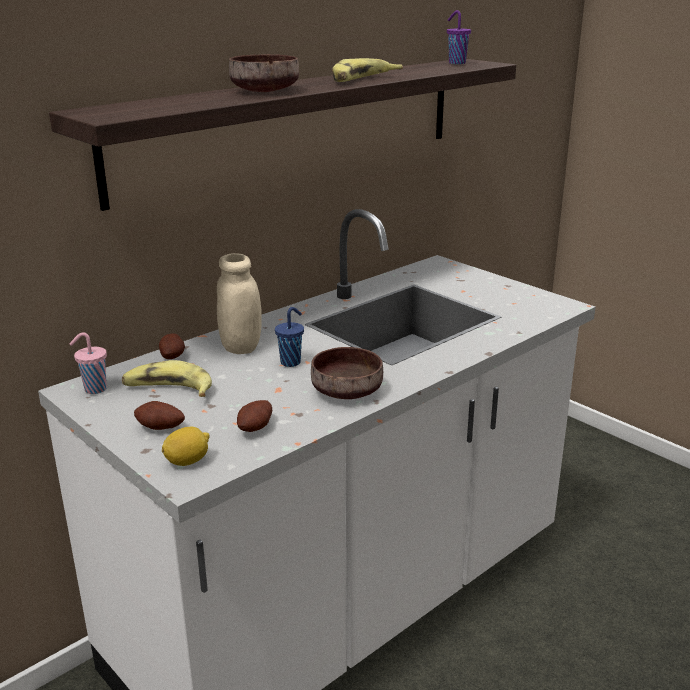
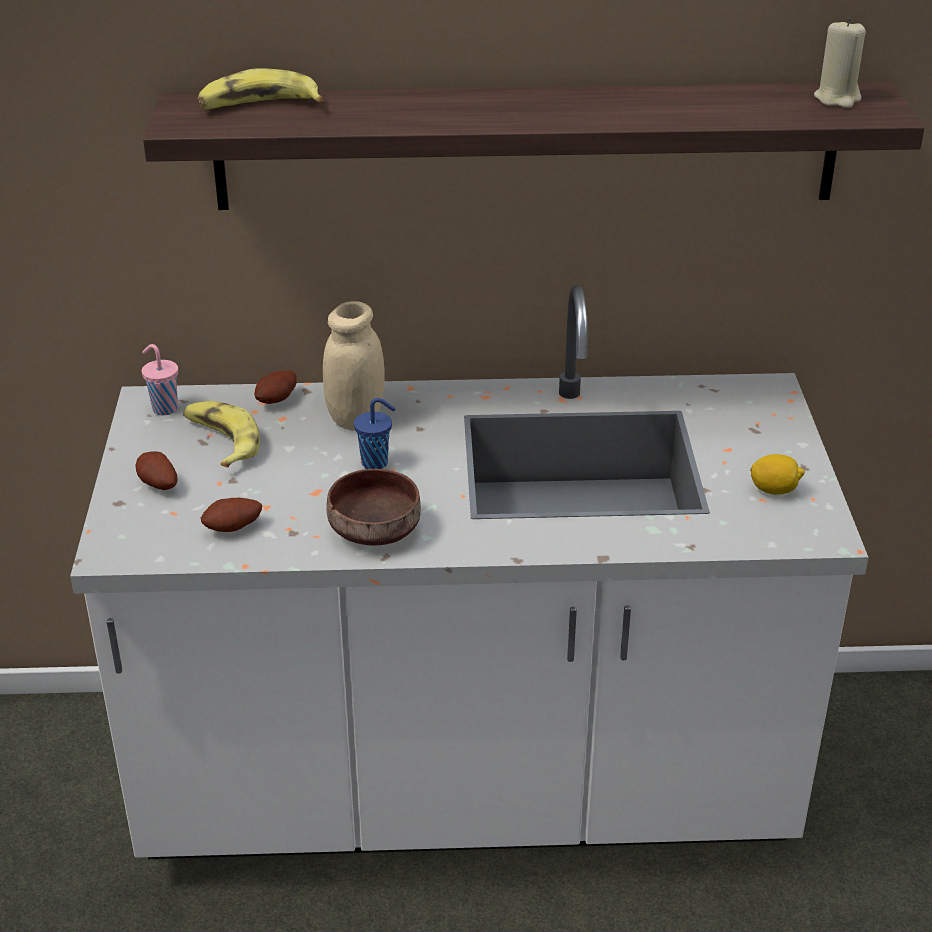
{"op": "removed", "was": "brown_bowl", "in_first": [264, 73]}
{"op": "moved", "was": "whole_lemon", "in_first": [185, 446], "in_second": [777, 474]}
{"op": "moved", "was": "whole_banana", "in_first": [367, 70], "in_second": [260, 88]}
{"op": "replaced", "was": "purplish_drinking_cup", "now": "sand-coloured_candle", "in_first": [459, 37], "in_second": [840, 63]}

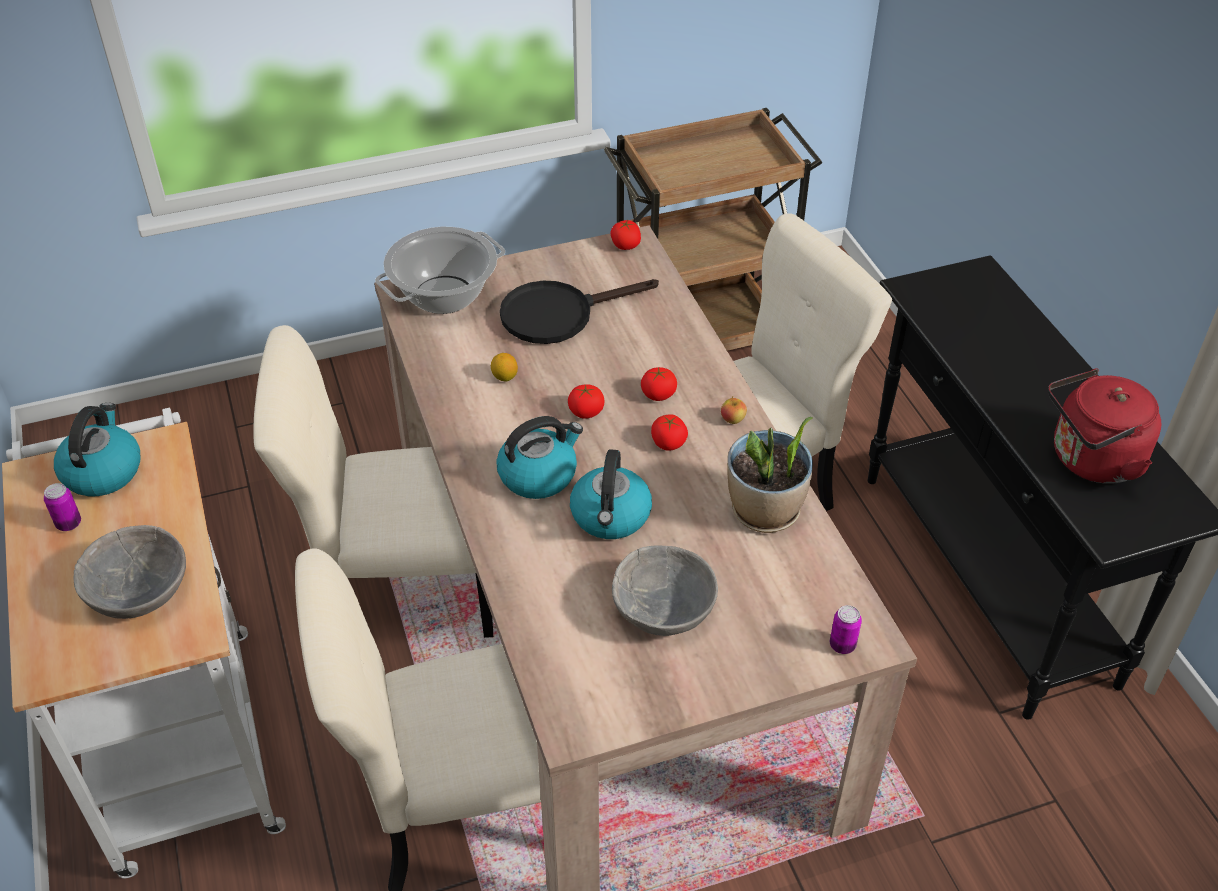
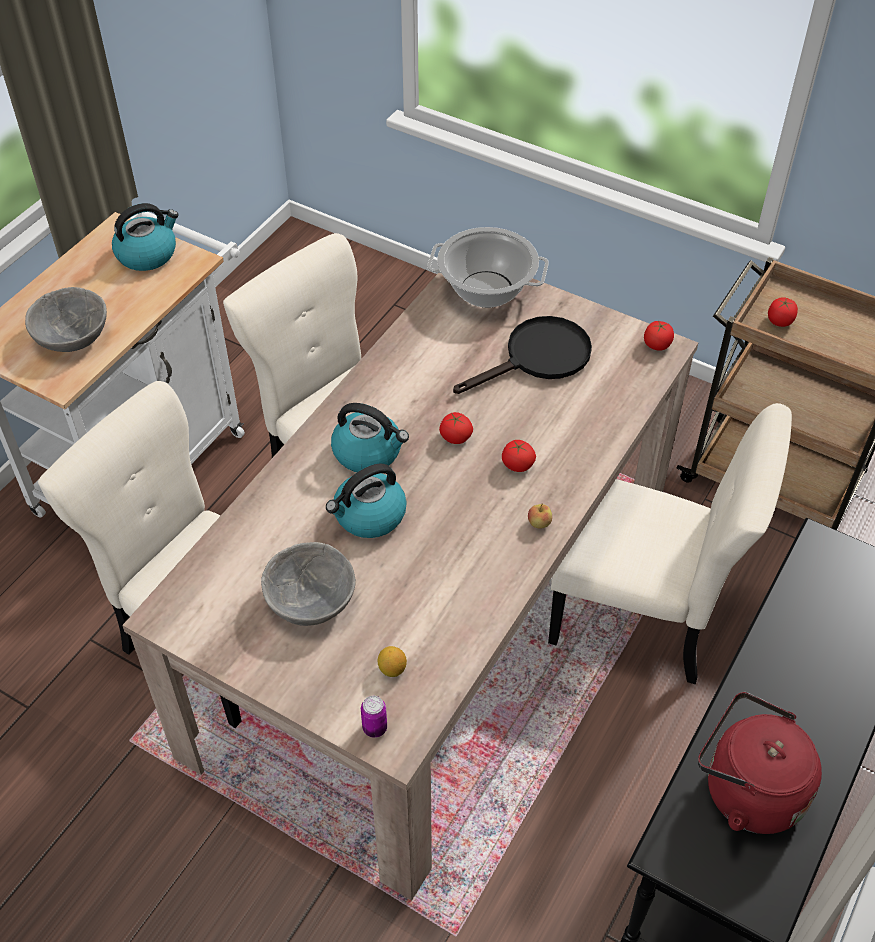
{"op": "removed", "was": "sealed_can", "in_first": [62, 507]}
{"op": "removed", "was": "plant_in_a_pot", "in_first": [770, 475]}
{"op": "moved", "was": "whole_lemon", "in_first": [504, 367], "in_second": [392, 661]}
{"op": "moved", "was": "whole_tomato", "in_first": [669, 432], "in_second": [783, 312]}
{"op": "turned", "was": "black_skillet", "in_first": [579, 311], "in_second": [522, 355], "clockwise": 120}

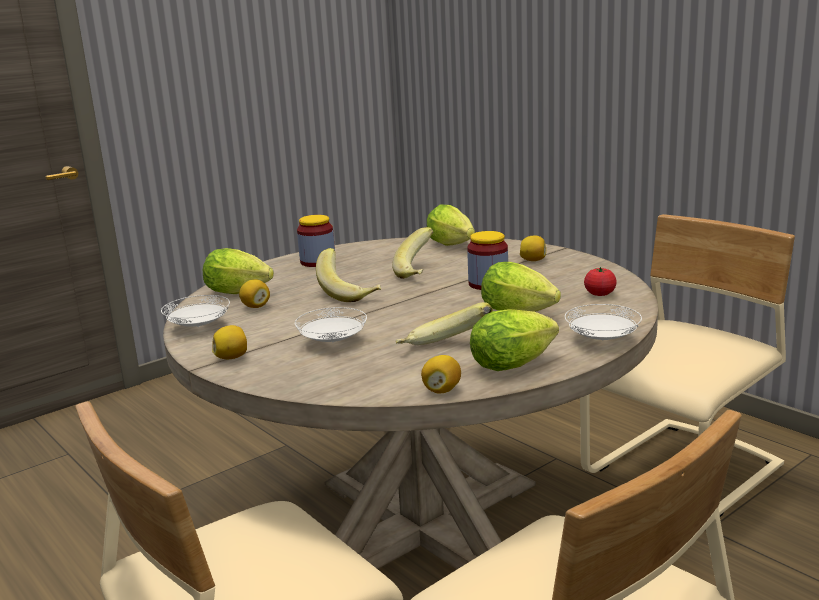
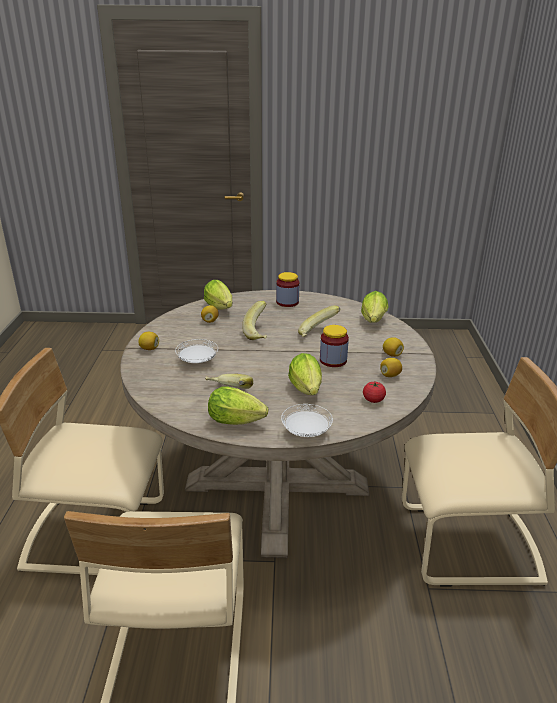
{"op": "removed", "was": "whitish_flat_dish", "in_first": [195, 311]}
{"op": "moved", "was": "whole_lemon", "in_first": [441, 374], "in_second": [391, 367]}

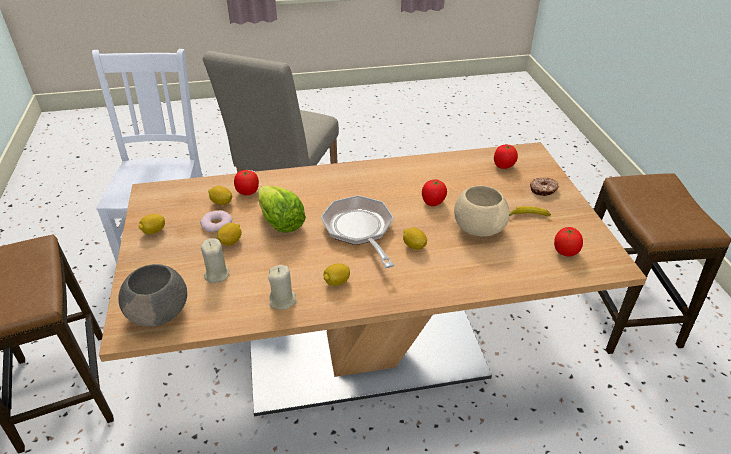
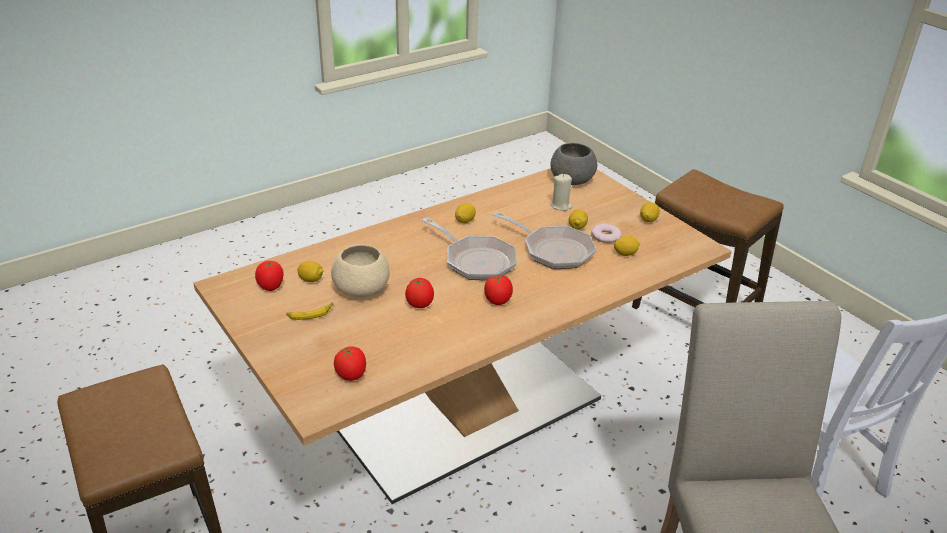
{"op": "removed", "was": "sand-coloured_candle", "in_first": [282, 287]}
{"op": "removed", "was": "donut", "in_first": [544, 186]}
{"op": "moved", "was": "whole_tomato", "in_first": [246, 182], "in_second": [498, 289]}
{"op": "moved", "was": "whole_lemon", "in_first": [415, 238], "in_second": [310, 271]}
{"op": "replaced", "was": "head_of_lettuce", "now": "skillet", "in_first": [282, 209], "in_second": [544, 240]}

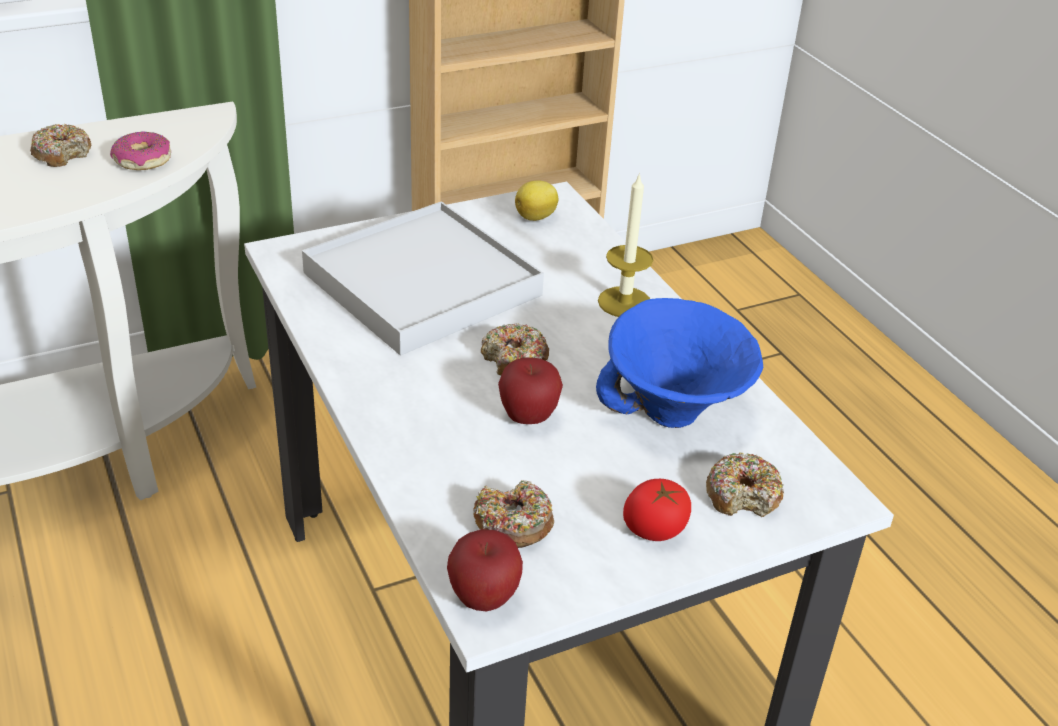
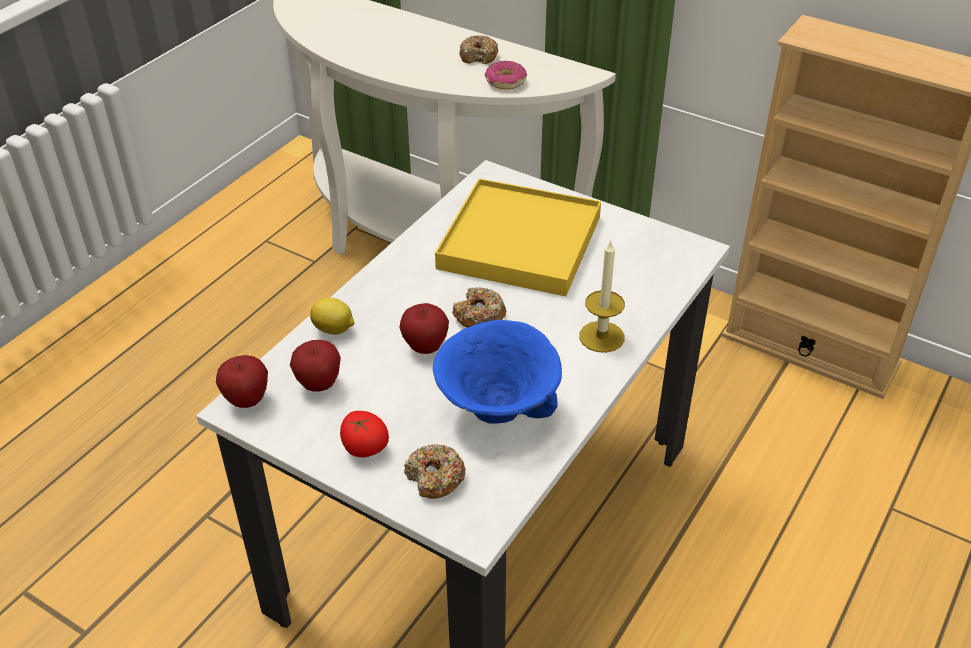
{"op": "moved", "was": "whole_lemon", "in_first": [537, 201], "in_second": [332, 315]}
{"op": "replaced", "was": "donut", "now": "apple_fruit", "in_first": [513, 514], "in_second": [315, 365]}
{"op": "recoloured", "was": "whitish_tray", "now": "yellow_tray", "in_first": [423, 278], "in_second": [518, 237]}

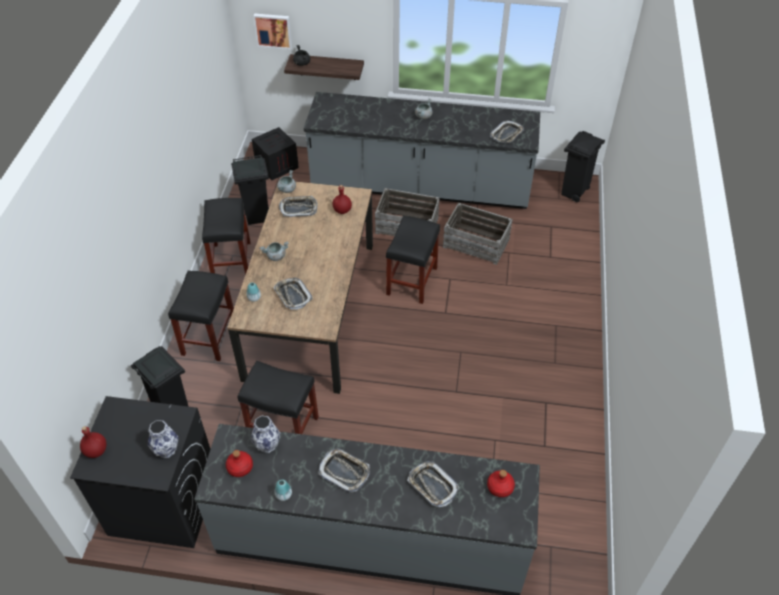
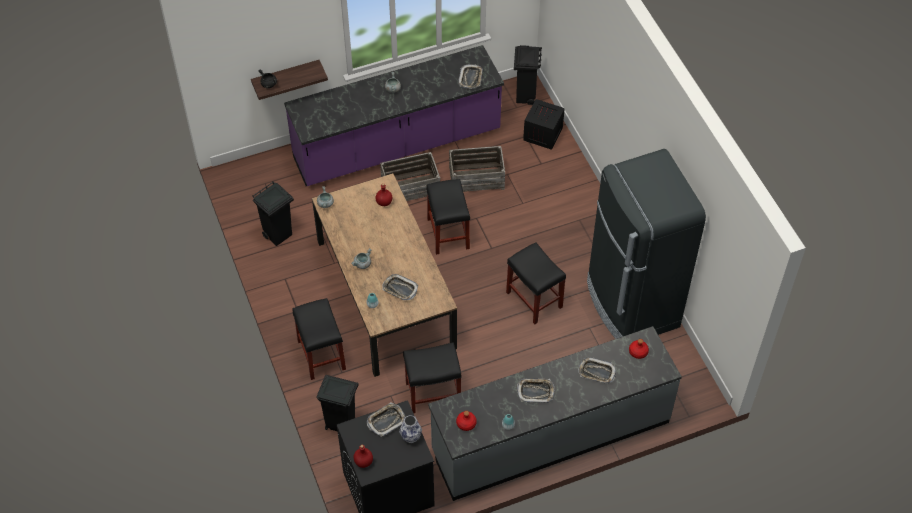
{"op": "removed", "was": "vase", "in_first": [266, 434]}
{"op": "removed", "was": "picture", "in_first": [272, 31]}
{"op": "added", "now": "black_refrigerator", "in_second": [646, 244]}
{"op": "moved", "was": "black_sitting_stool", "in_first": [226, 236], "in_second": [536, 283]}
{"op": "moved", "was": "crate", "in_first": [275, 153], "in_second": [544, 124]}
{"op": "moved", "was": "tray", "in_first": [298, 206], "in_second": [386, 419]}
{"op": "recoloured", "was": "gray_counter", "now": "purplish_counter", "in_first": [422, 150], "in_second": [394, 115]}

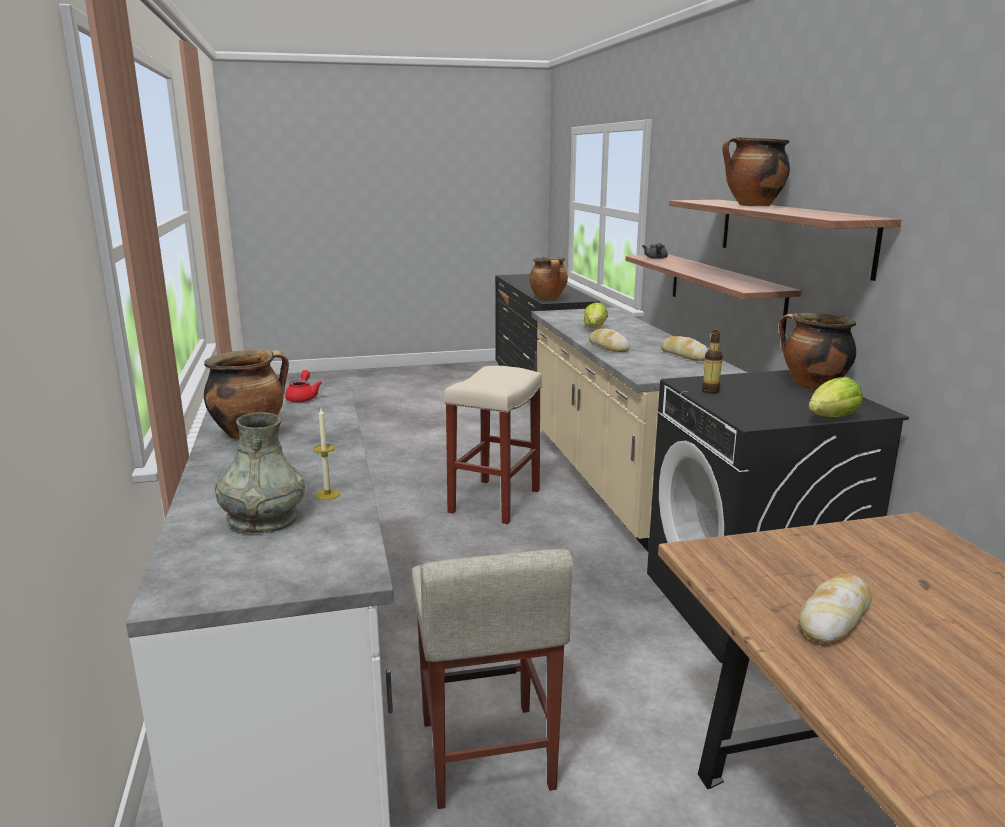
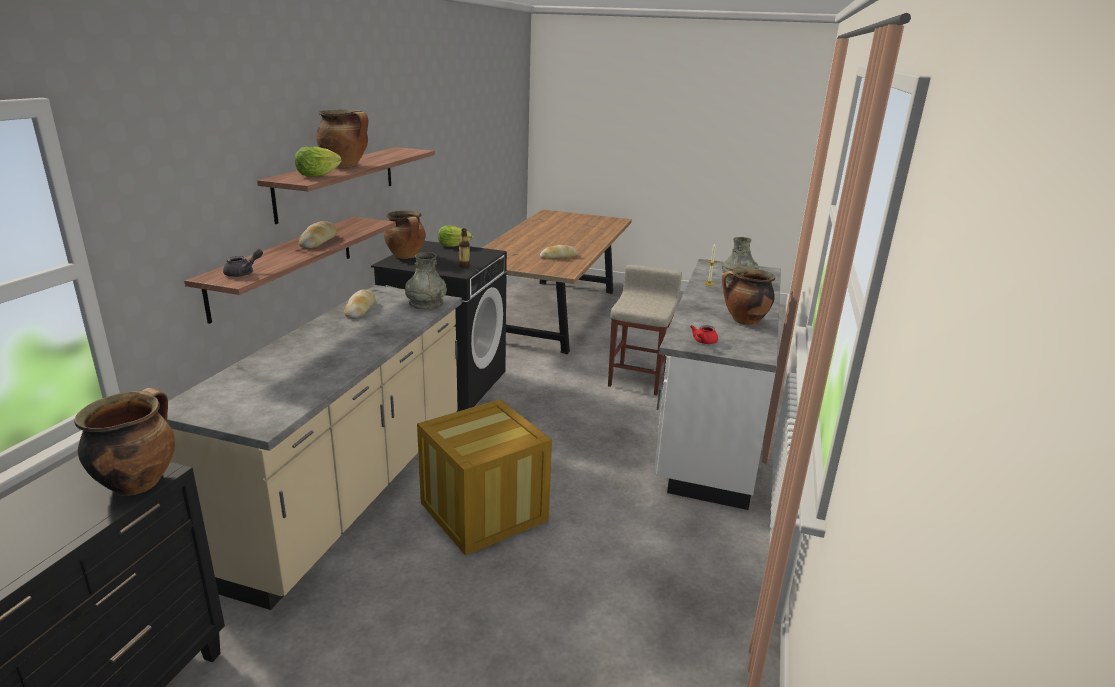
{"op": "added", "now": "gray_vase", "in_second": [426, 281]}
{"op": "moved", "was": "head_of_lettuce", "in_first": [596, 315], "in_second": [318, 162]}
{"op": "moved", "was": "baked_bread", "in_first": [609, 340], "in_second": [318, 235]}
{"op": "replaced", "was": "sand-coloured_sitting_stool", "now": "crate", "in_first": [493, 445], "in_second": [484, 477]}

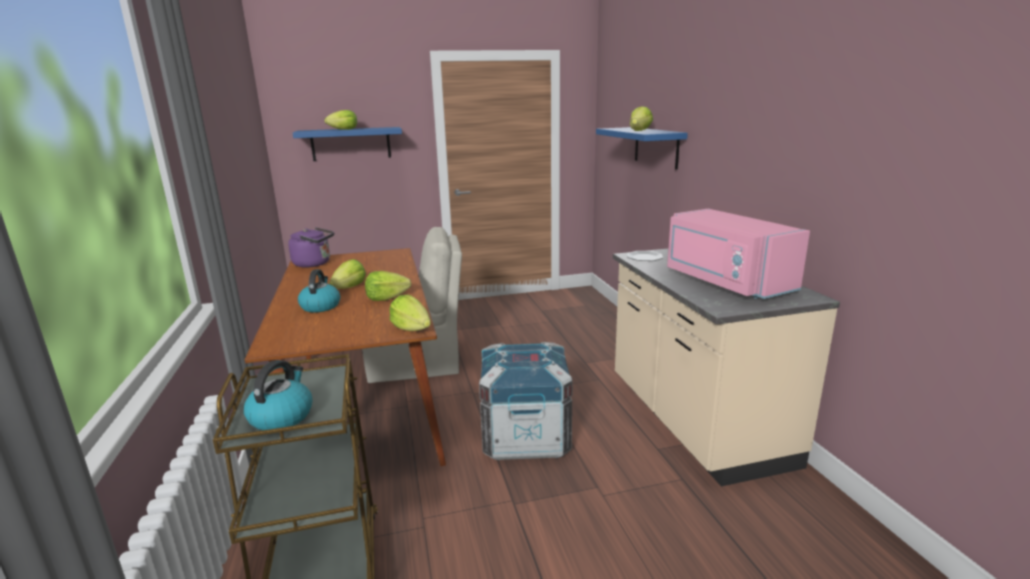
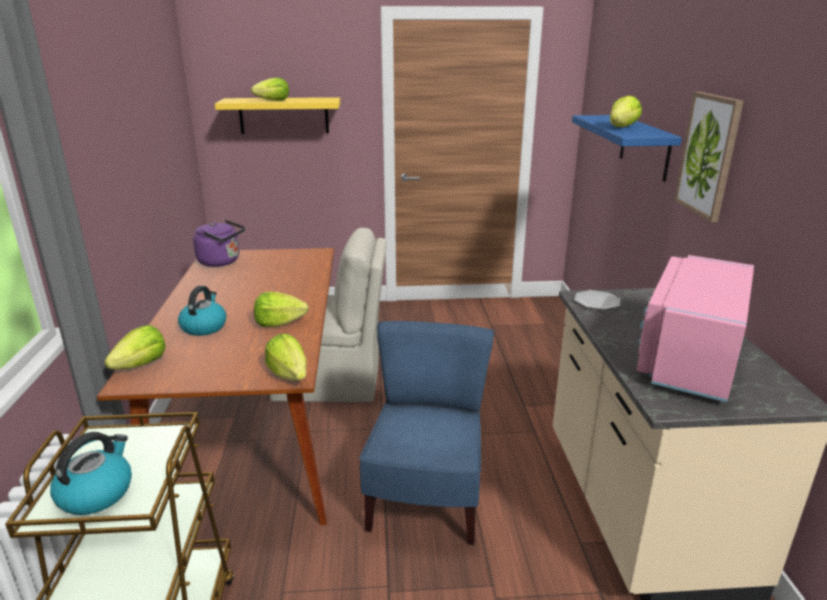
{"op": "added", "now": "picture", "in_second": [709, 157]}
{"op": "moved", "was": "head_of_lettuce", "in_first": [347, 274], "in_second": [135, 347]}
{"op": "replaced", "was": "crate", "now": "blue-coloured_plain_chair", "in_first": [526, 401], "in_second": [426, 433]}
{"op": "recoloured", "was": "blue-coloured_wall_shelf", "now": "yellow_wall_shelf", "in_first": [347, 144], "in_second": [277, 115]}
{"op": "turned", "was": "pink_microwave_oven", "in_first": [738, 254], "in_second": [695, 328], "clockwise": 45}

